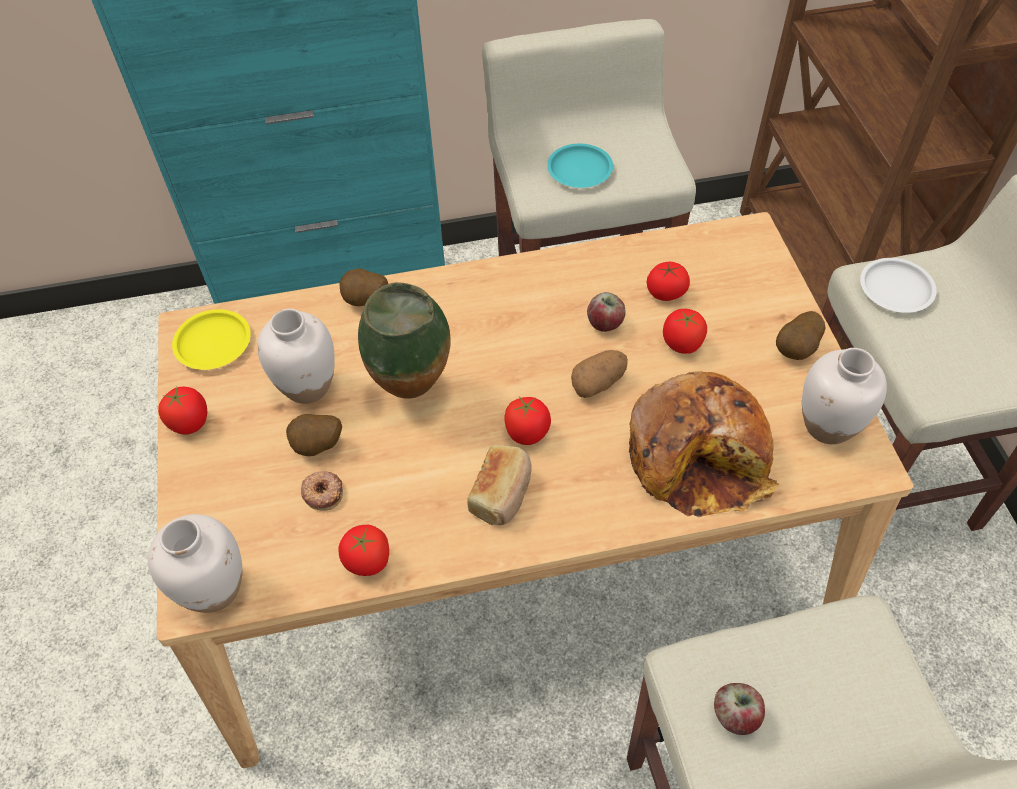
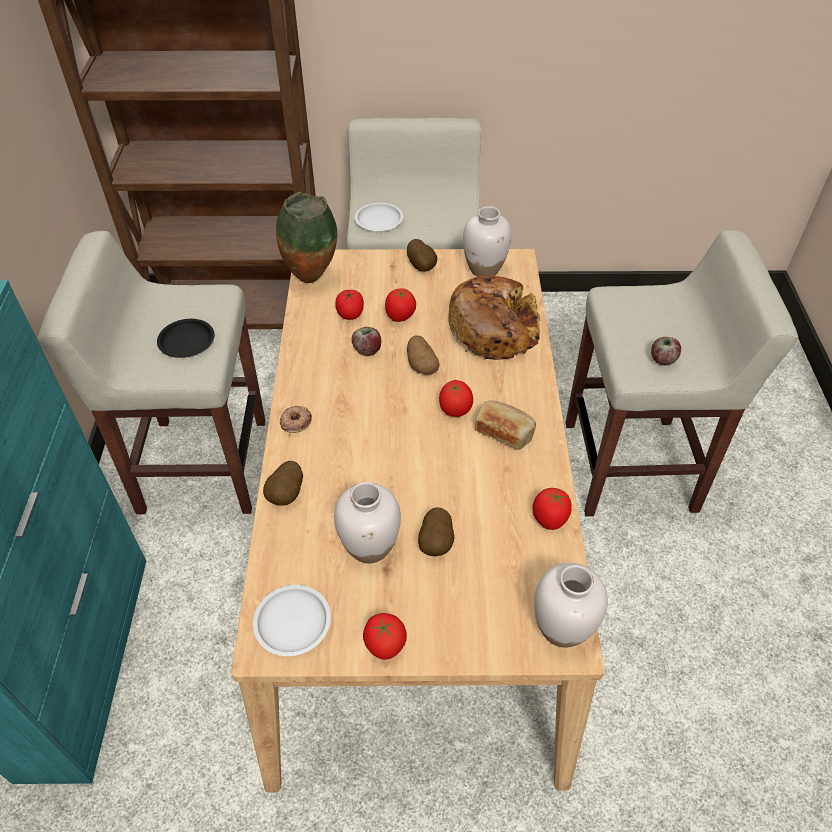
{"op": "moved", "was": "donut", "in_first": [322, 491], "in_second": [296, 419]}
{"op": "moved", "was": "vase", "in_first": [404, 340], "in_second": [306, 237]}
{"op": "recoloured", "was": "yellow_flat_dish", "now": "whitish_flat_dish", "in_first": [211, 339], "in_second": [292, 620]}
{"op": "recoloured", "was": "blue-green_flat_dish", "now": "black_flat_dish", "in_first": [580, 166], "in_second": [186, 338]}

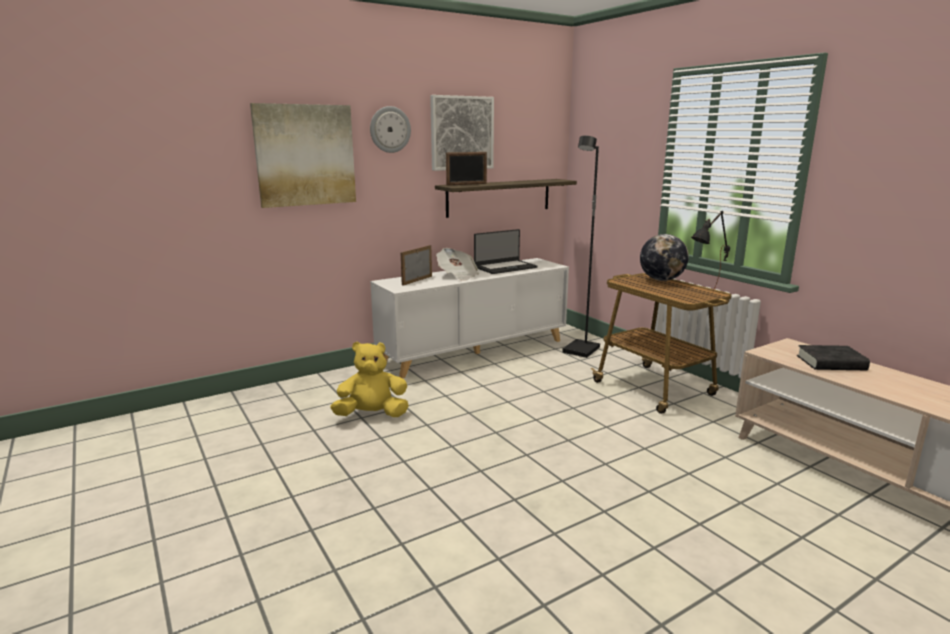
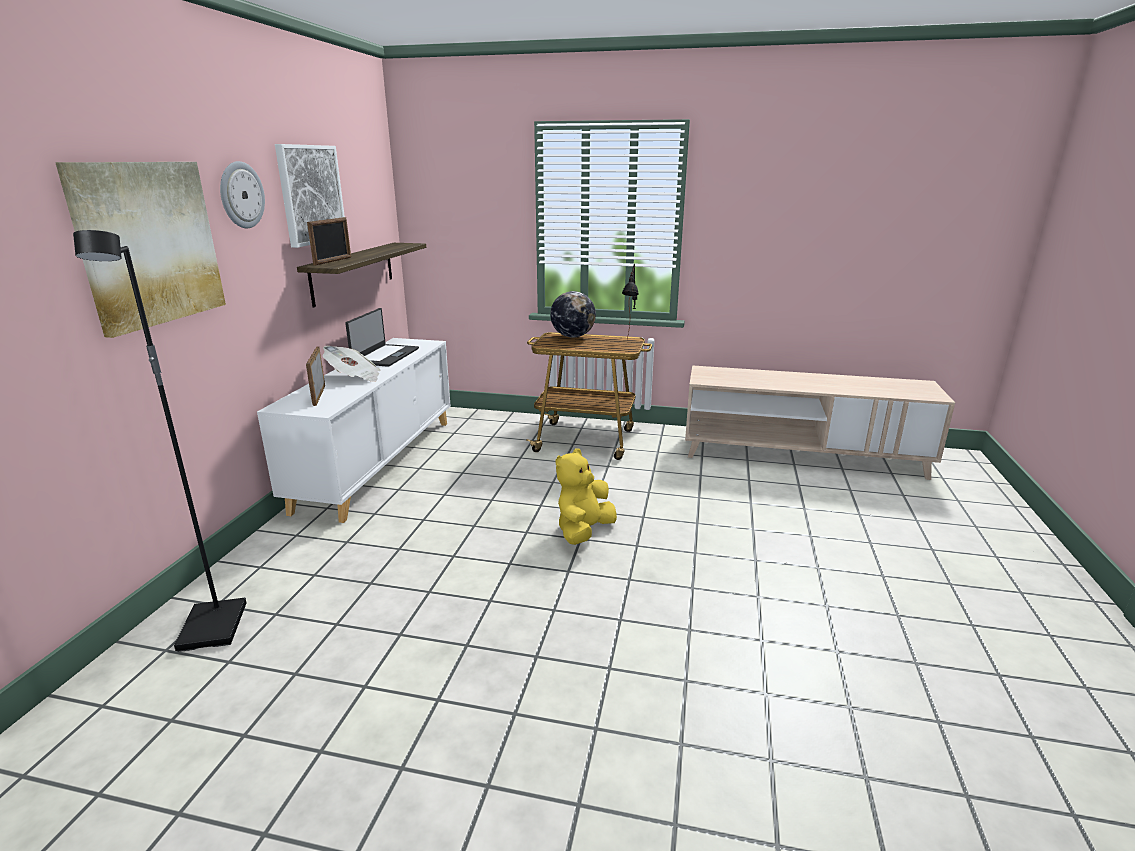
{"op": "removed", "was": "black_volume", "in_first": [833, 357]}
{"op": "moved", "was": "yellow_cuddly_toy", "in_first": [369, 379], "in_second": [586, 496]}
{"op": "moved", "was": "black_floor_lamp", "in_first": [581, 247], "in_second": [159, 441]}

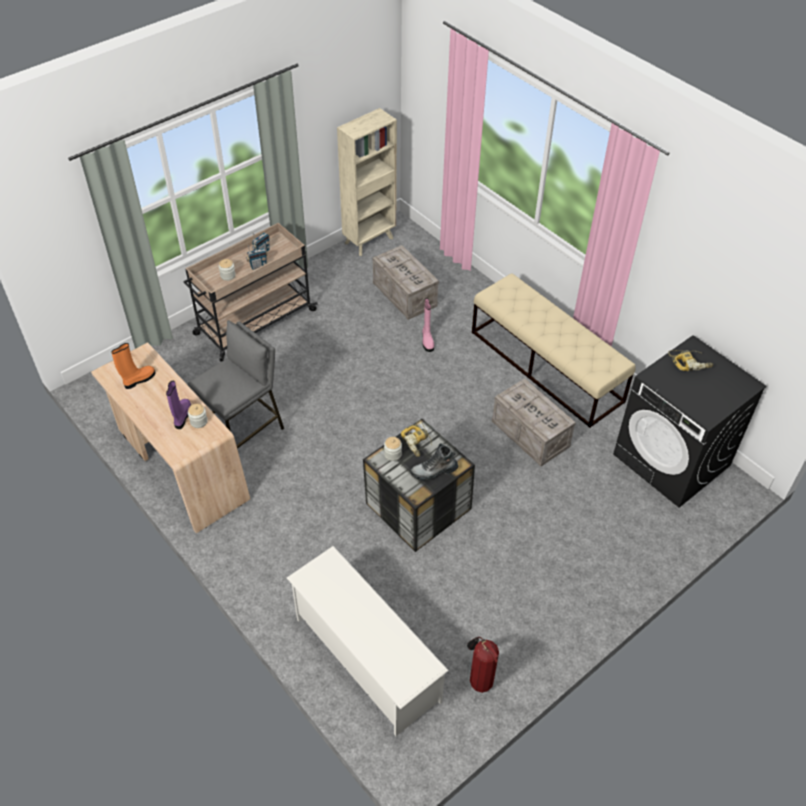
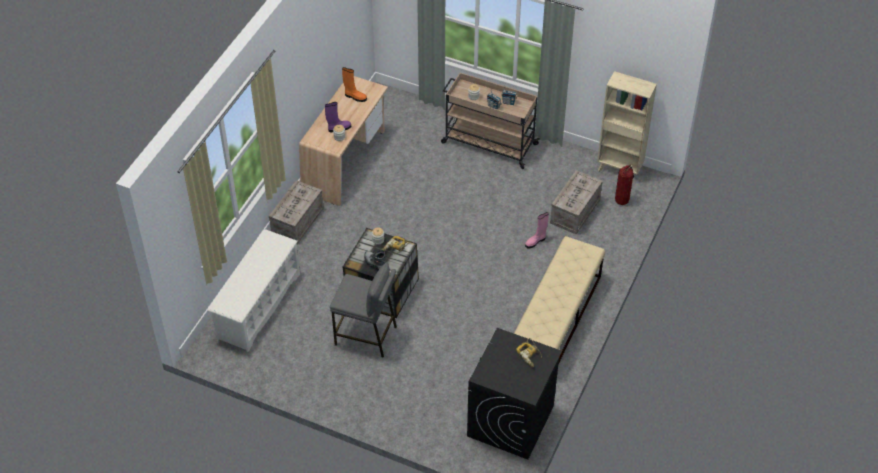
{"op": "moved", "was": "gray_sitting_stool", "in_first": [235, 384], "in_second": [363, 309]}
{"op": "moved", "was": "fire-fighting_cylinder", "in_first": [483, 665], "in_second": [624, 185]}
{"op": "moved", "was": "crate", "in_first": [534, 422], "in_second": [296, 212]}

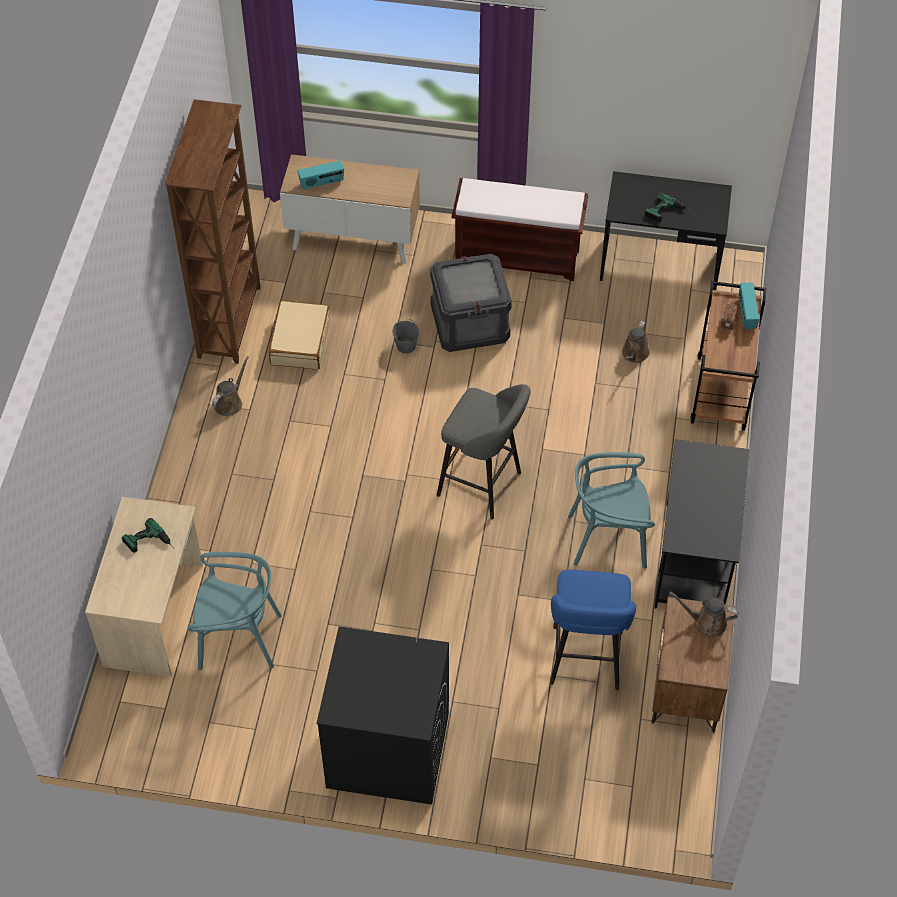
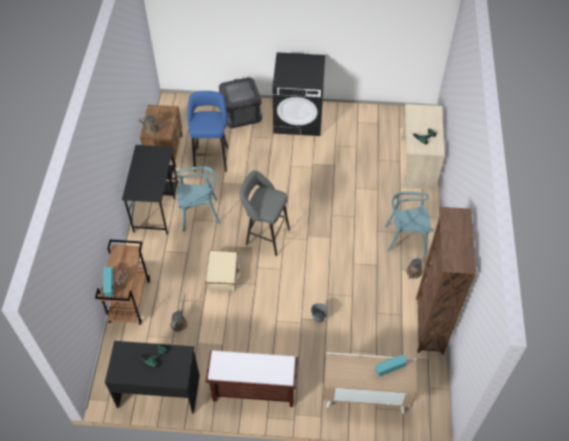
{"op": "moved", "was": "blue-green_plain_chair", "in_first": [235, 611], "in_second": [409, 223]}
{"op": "moved", "was": "sand-coloured_travel_case", "in_first": [299, 335], "in_second": [222, 270]}
{"op": "moved", "was": "crate", "in_first": [471, 303], "in_second": [240, 102]}

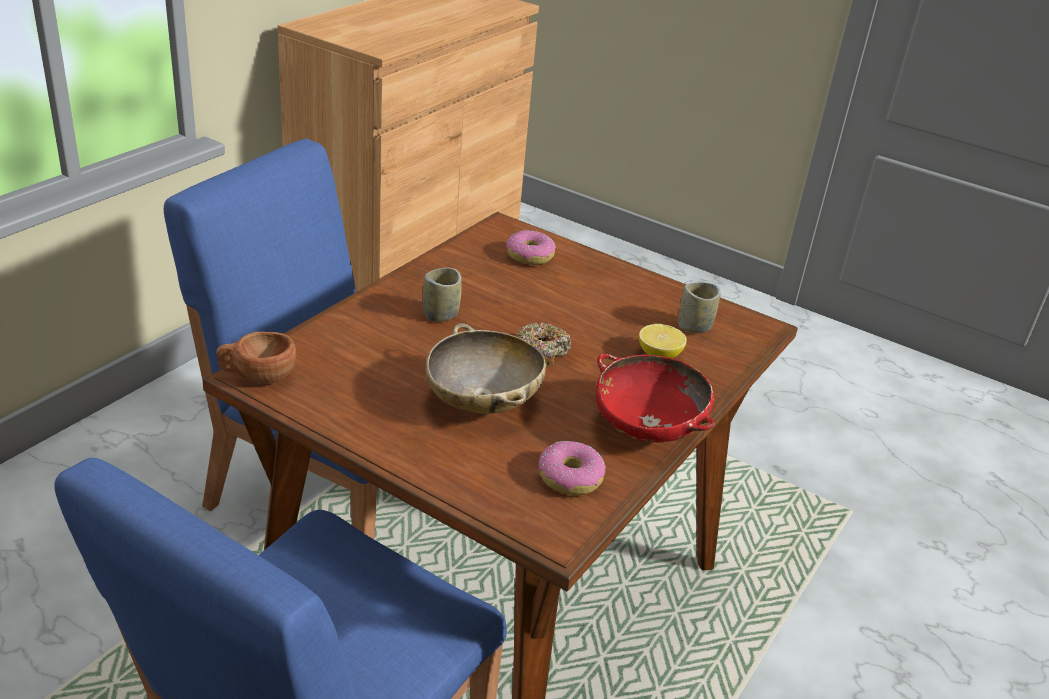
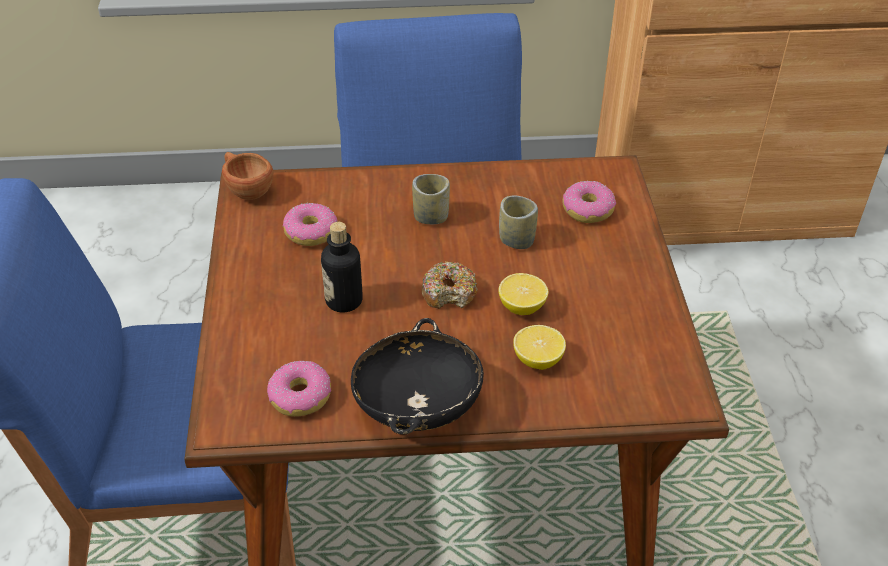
{"op": "added", "now": "donut", "in_second": [310, 224]}
{"op": "added", "now": "whole_lemon", "in_second": [523, 294]}
{"op": "moved", "was": "drinking_cup", "in_first": [699, 307], "in_second": [518, 222]}
{"op": "replaced", "was": "sand-coloured_bowl", "now": "drink_bottle", "in_first": [485, 368], "in_second": [342, 267]}
{"op": "recoloured", "was": "reddish_bowl", "now": "black_bowl", "in_first": [655, 398], "in_second": [417, 376]}

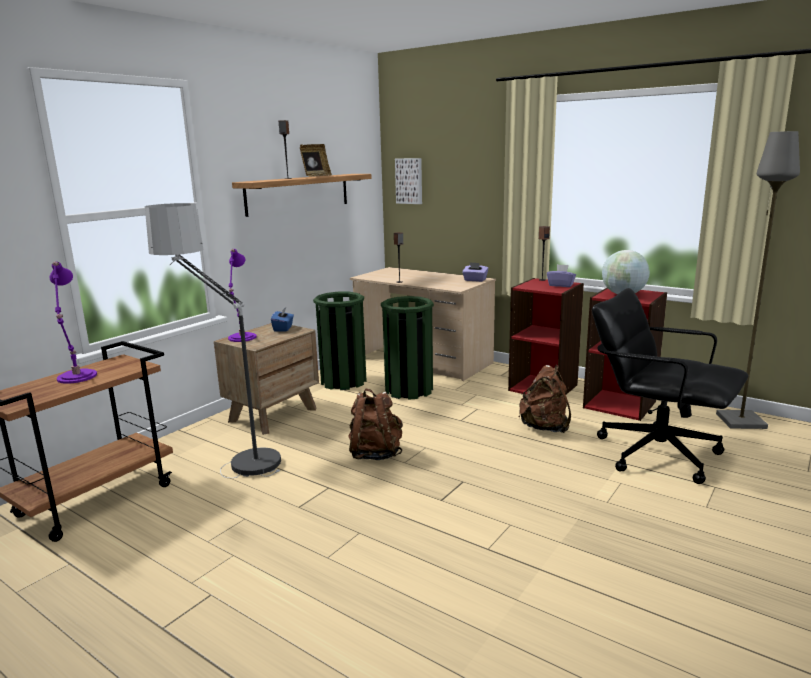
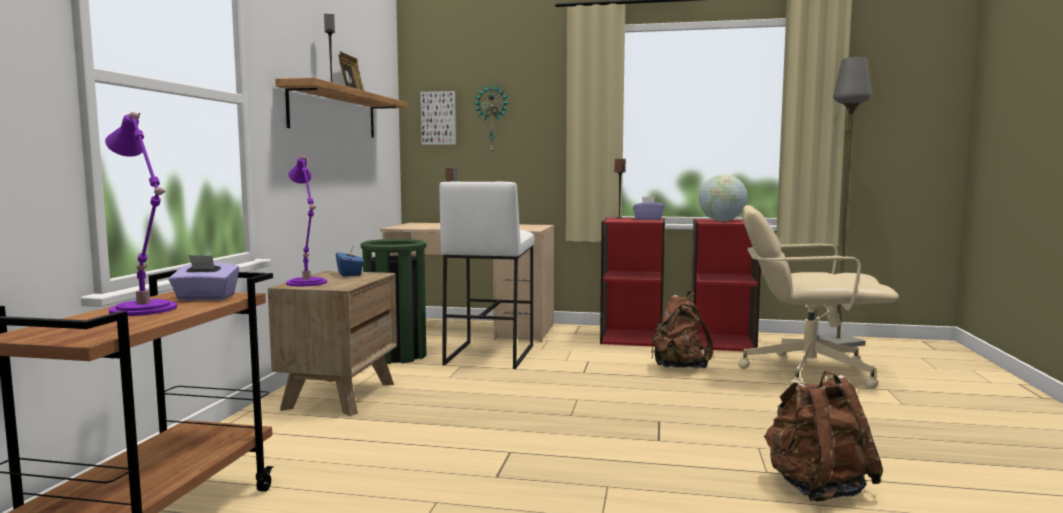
{"op": "removed", "was": "floor_lamp", "in_first": [213, 340]}
{"op": "added", "now": "hanging_clock", "in_second": [491, 118]}
{"op": "moved", "was": "brown_knapsack", "in_first": [375, 424], "in_second": [823, 436]}
{"op": "moved", "was": "purplish_tissue_holder", "in_first": [475, 272], "in_second": [204, 277]}
{"op": "replaced", "was": "greenish_trash_can", "now": "whitish_sitting_stool", "in_first": [407, 348], "in_second": [487, 275]}
{"op": "recoloured", "was": "black_desk_chair", "now": "sand-coloured_desk_chair", "in_first": [670, 386], "in_second": [818, 297]}

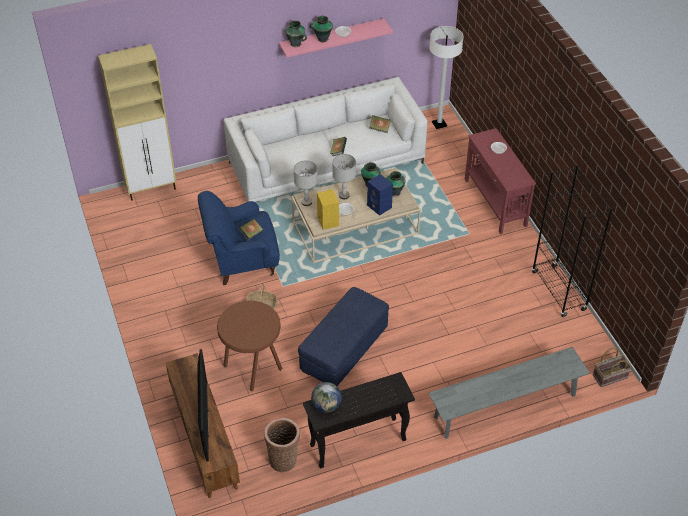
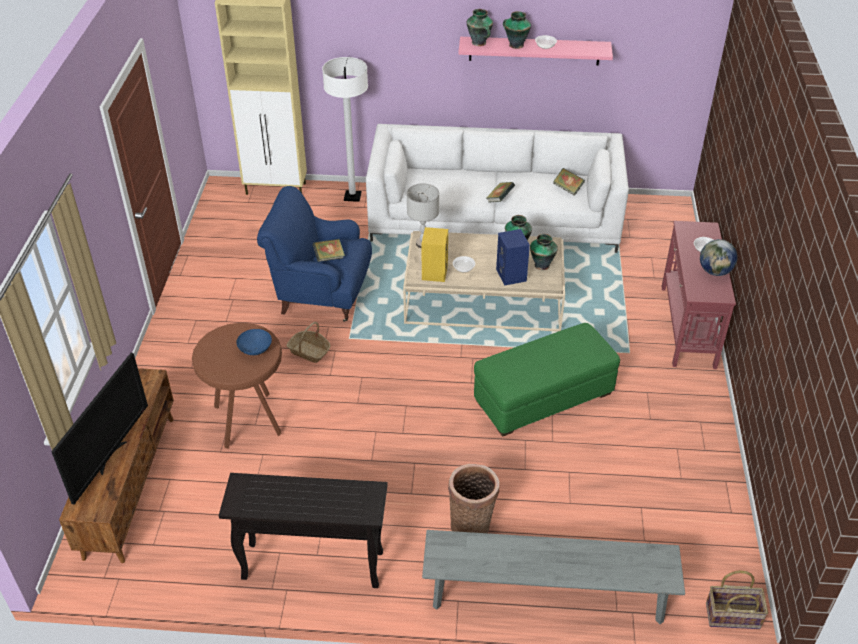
{"op": "removed", "was": "blue-coloured_pouffe", "in_first": [343, 336]}
{"op": "removed", "was": "gray_table_lamp", "in_first": [344, 176]}
{"op": "removed", "was": "black_bookshelf", "in_first": [572, 241]}
{"op": "added", "now": "blue-coloured_bowl", "in_second": [254, 342]}
{"op": "added", "now": "greenish_pouffe", "in_second": [547, 380]}
{"op": "moved", "was": "household_basket", "in_first": [282, 445], "in_second": [473, 498]}
{"op": "moved", "was": "globe", "in_first": [326, 397], "in_second": [719, 257]}
{"op": "moved", "was": "whitish_floor_lamp", "in_first": [446, 77], "in_second": [345, 129]}

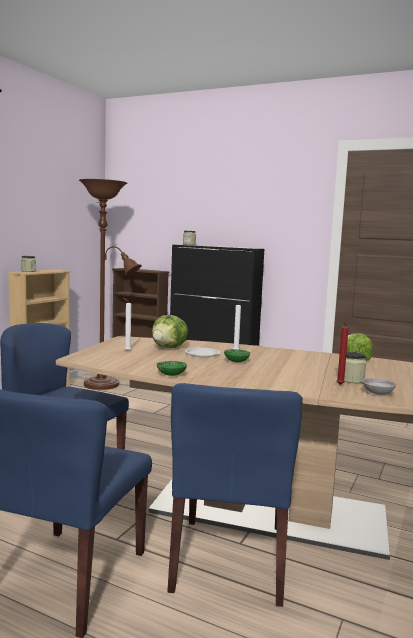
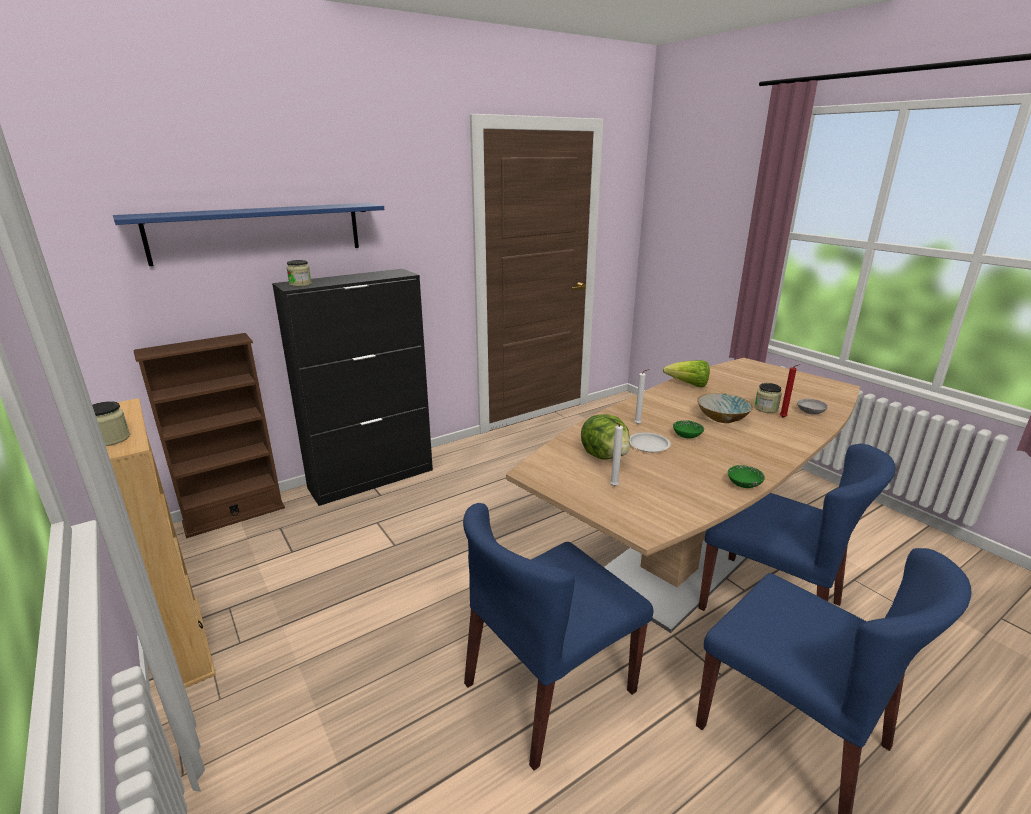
{"op": "removed", "was": "brown_floor_lamp", "in_first": [110, 284]}
{"op": "added", "now": "blue-coloured_wall_shelf", "in_second": [248, 234]}
{"op": "added", "now": "bowl", "in_second": [725, 408]}

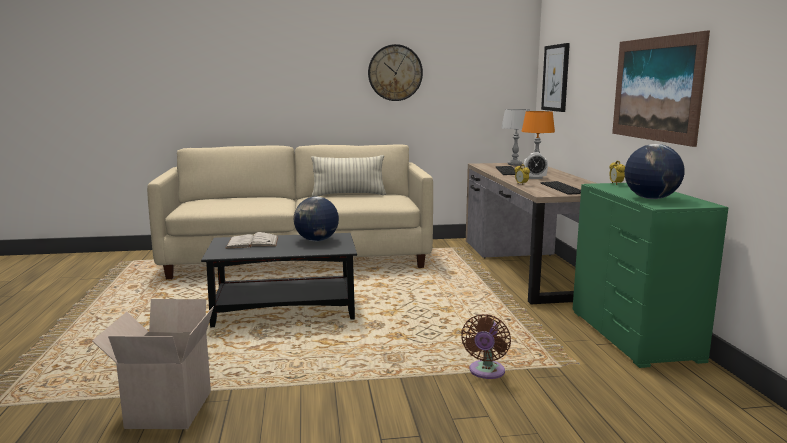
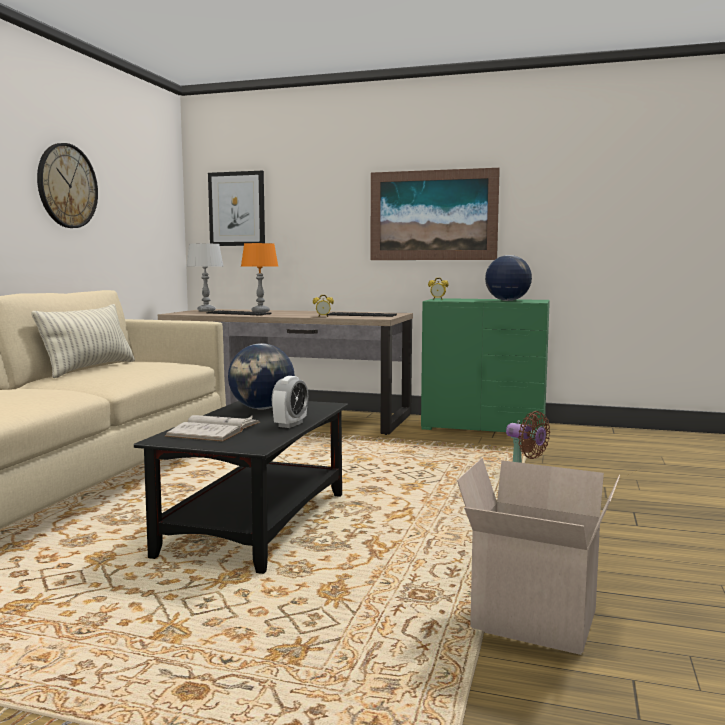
{"op": "moved", "was": "alarm_clock", "in_first": [535, 165], "in_second": [289, 402]}

